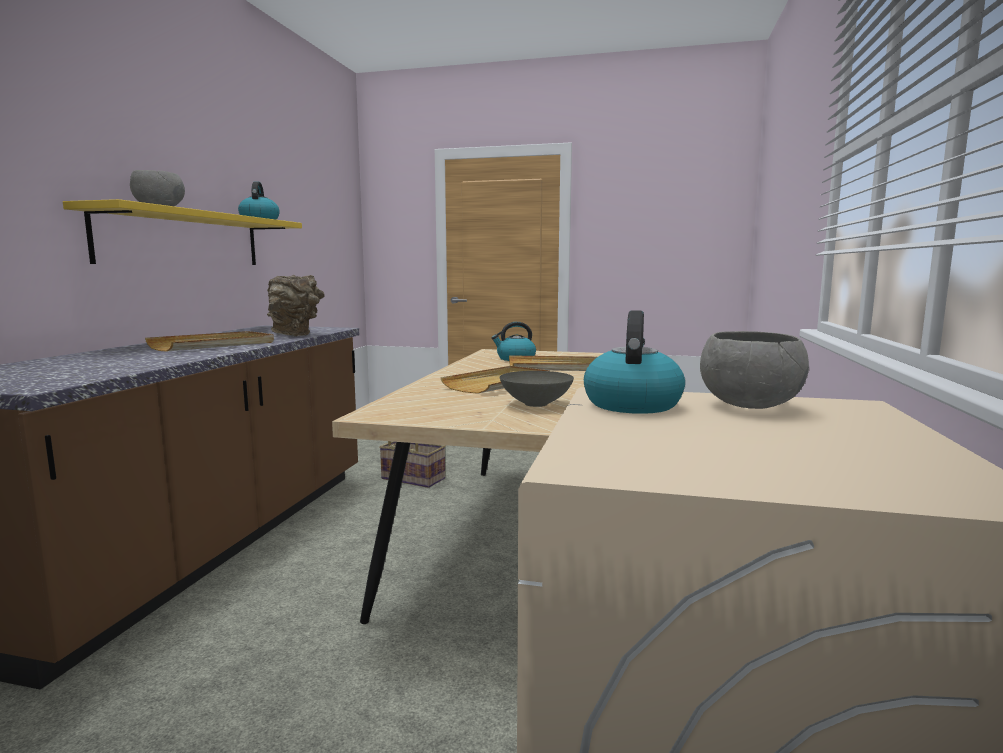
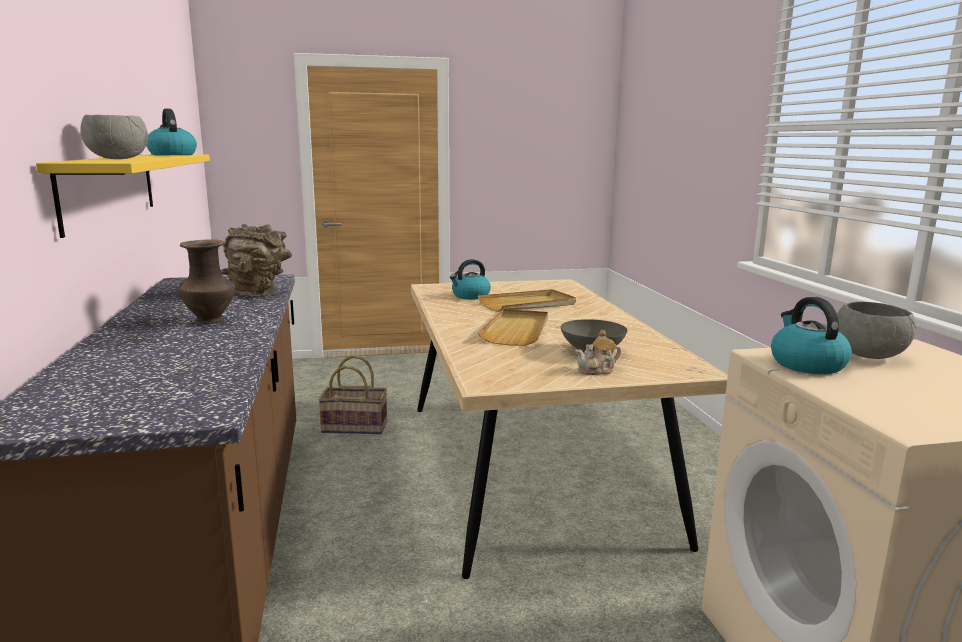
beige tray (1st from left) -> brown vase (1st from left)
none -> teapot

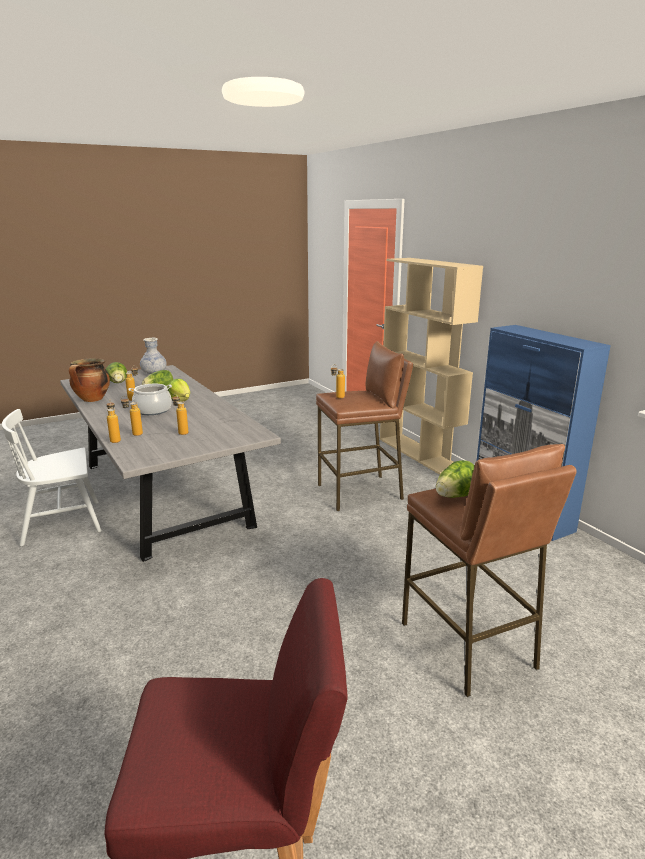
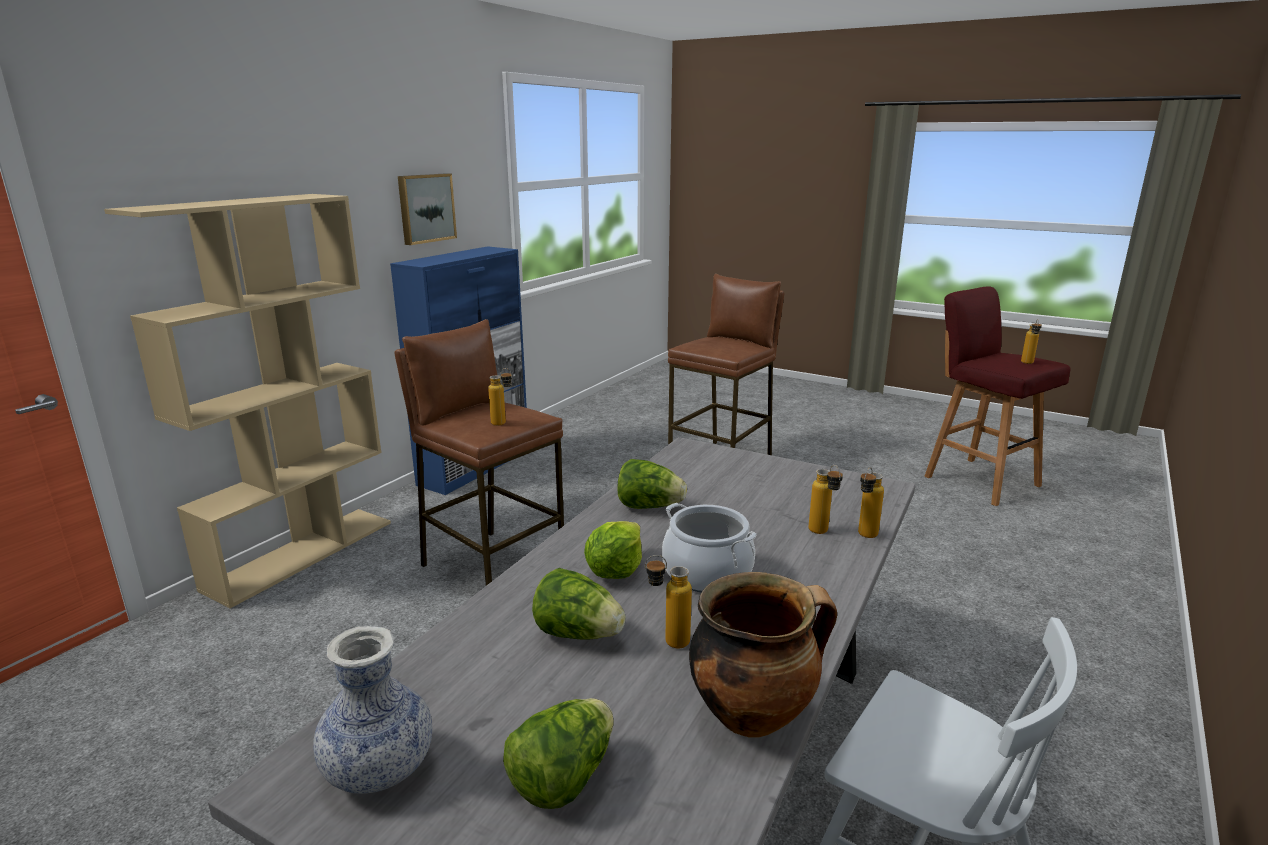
none -> picture
lettuce (4th from left), moved
bottle (4th from left in the first image) -> bottle (5th from left), moved

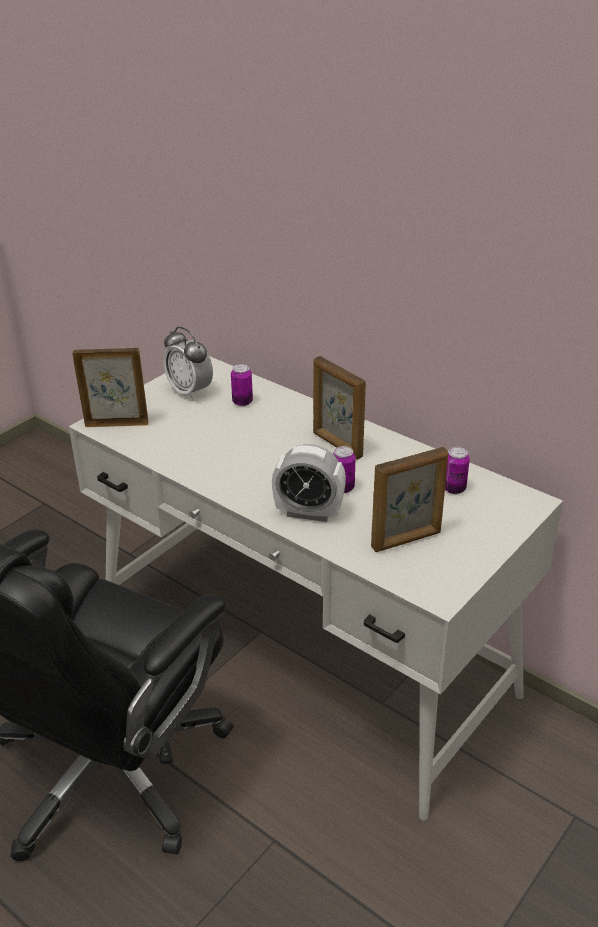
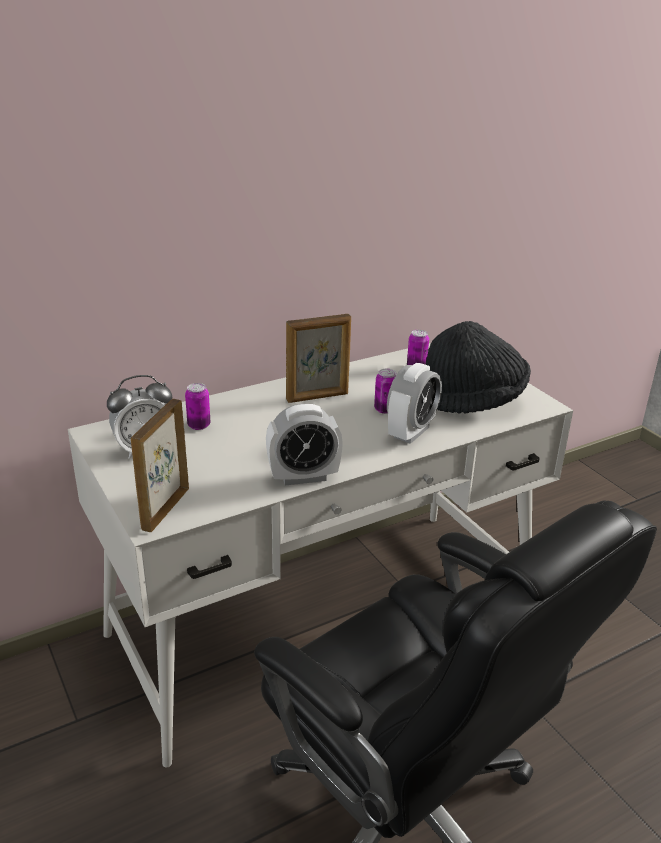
none -> alarm clock (2nd from left)
picture frame (3rd from left) -> black hat

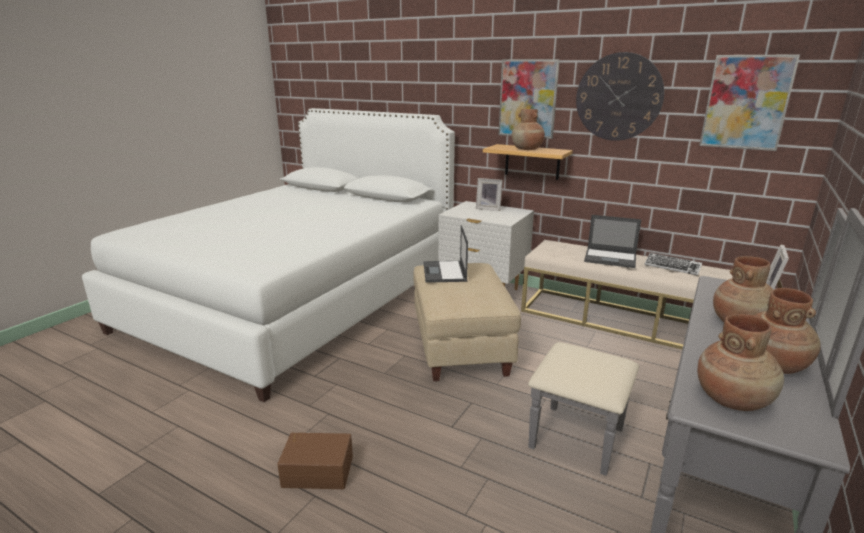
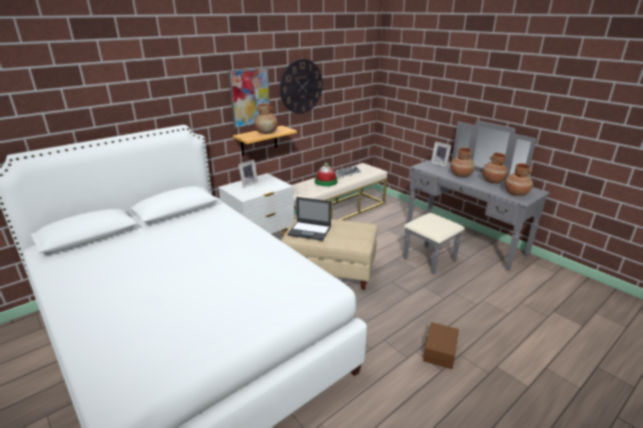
laptop (2nd from left) -> hat
picture (2nd from left) -> none

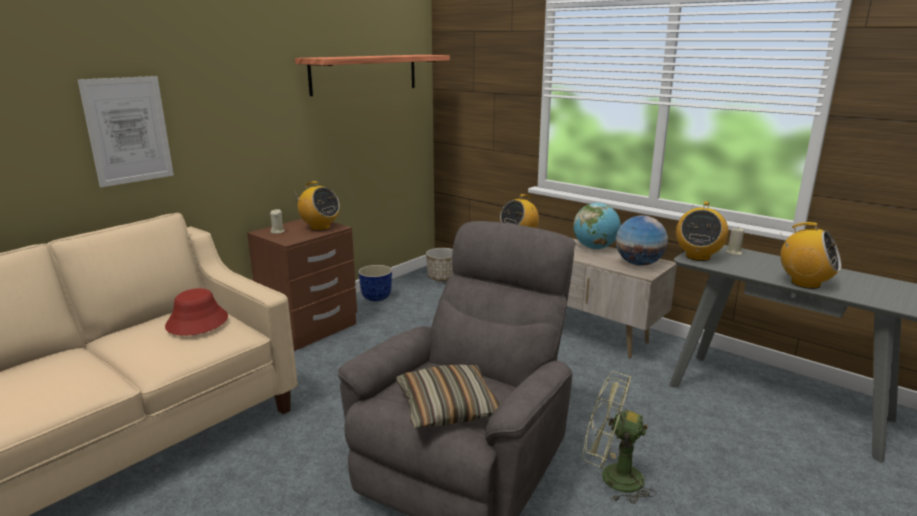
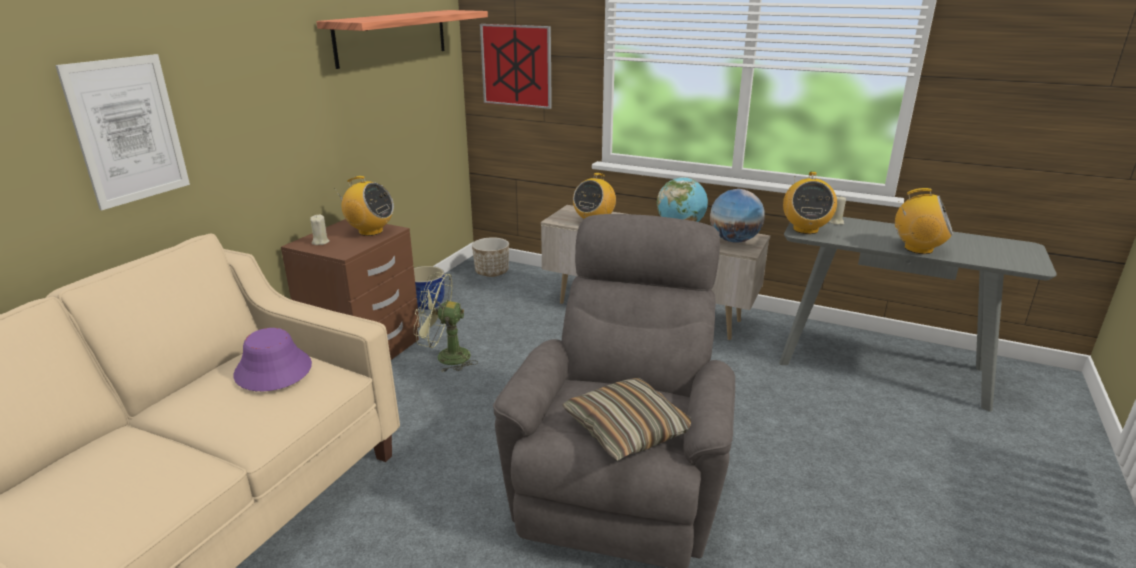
red hat -> purple hat
green fan, moved
none -> picture (2nd from left)

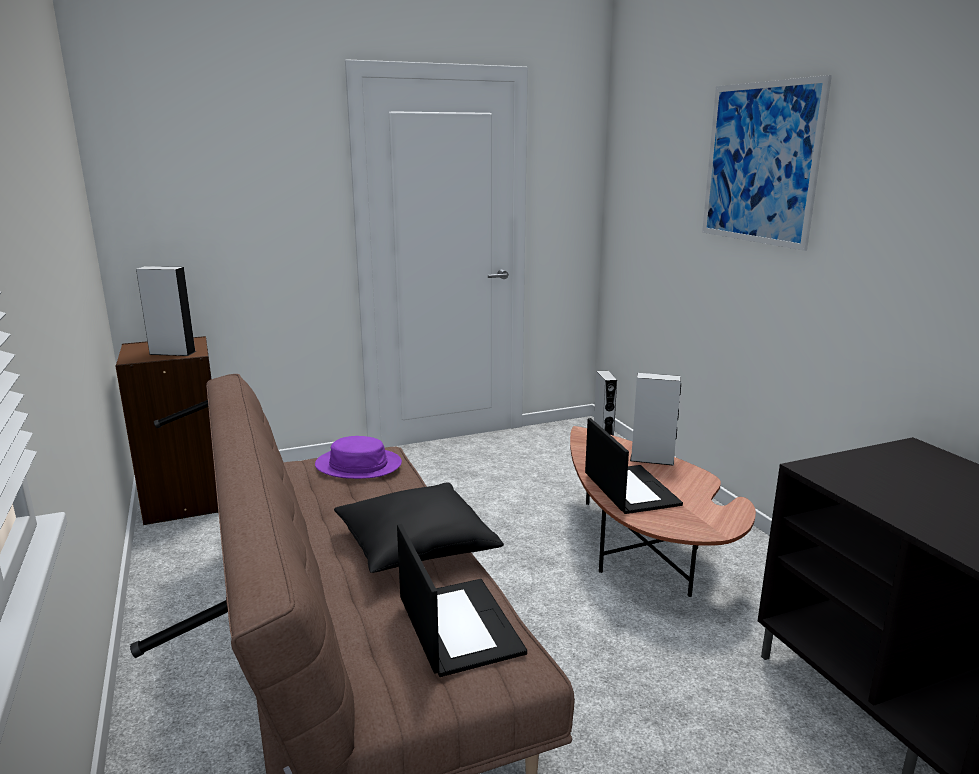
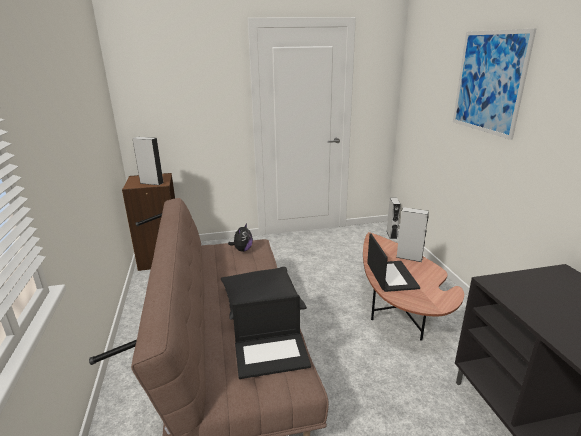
purple hat -> plush toy
laptop (1st from left), 90 degrees clockwise

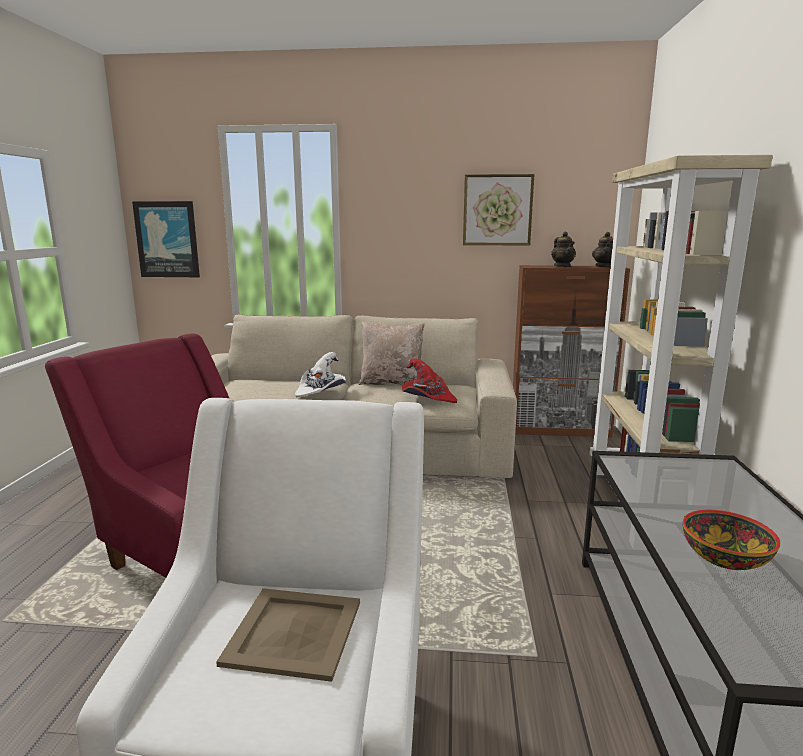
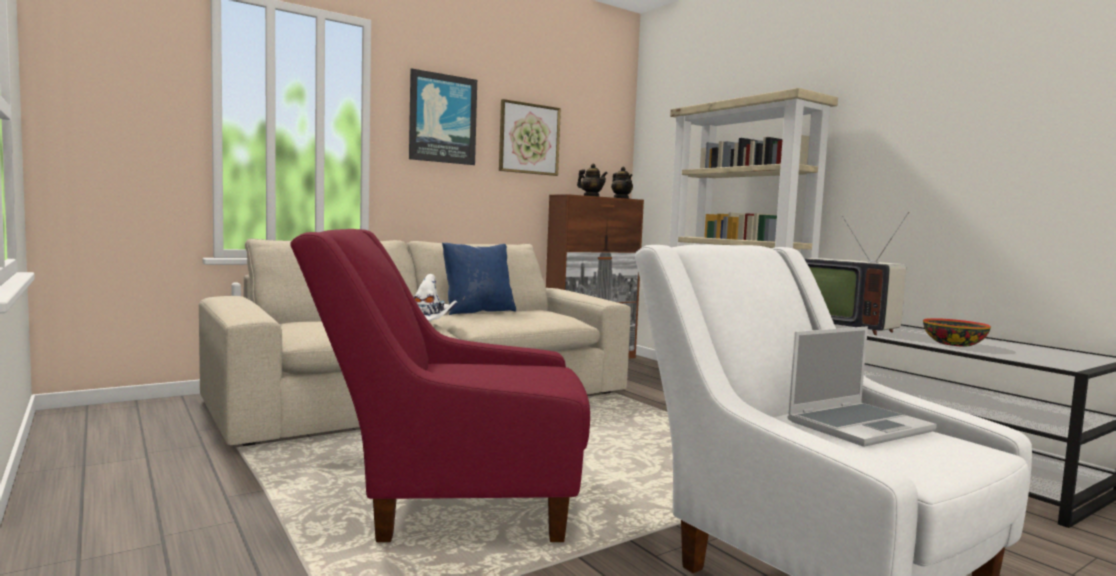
picture (1st from left), moved
beige pillow -> blue pillow
beige tray -> laptop
none -> television
red hat -> none

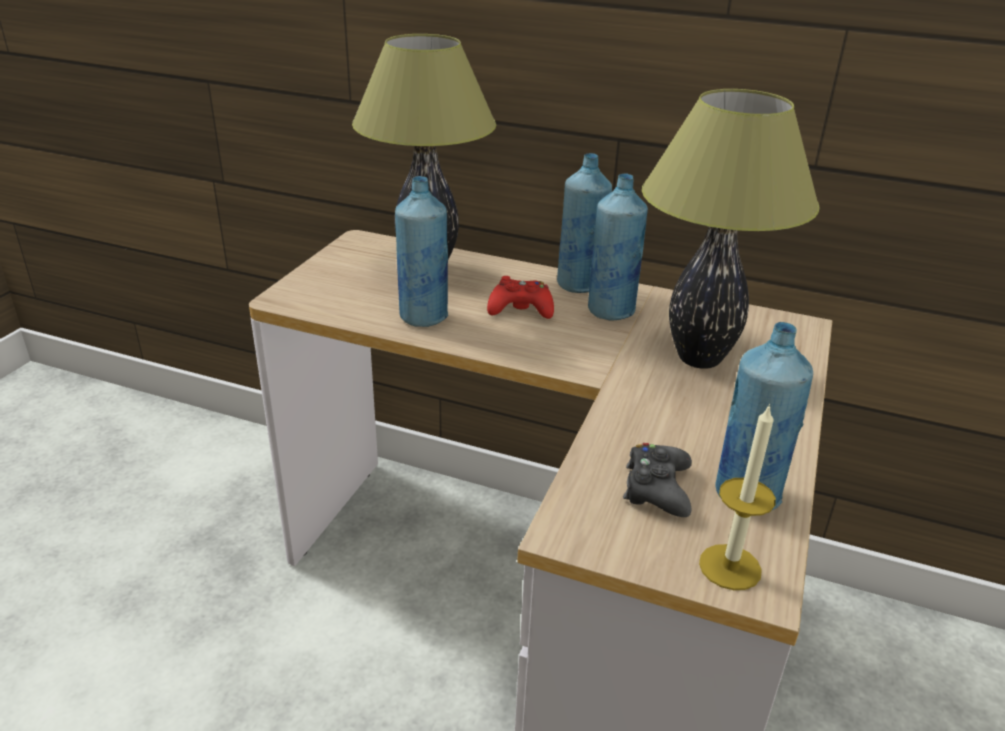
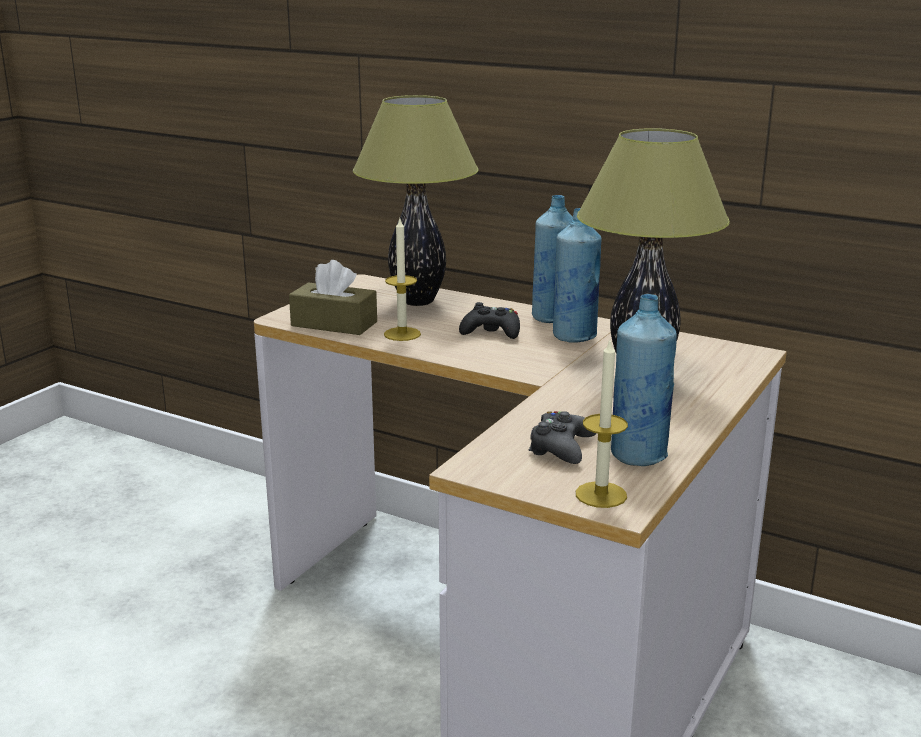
none -> brown tissue box
blue bottle (1st from left) -> candle (1st from left)
red game controller -> black game controller (1st from left)

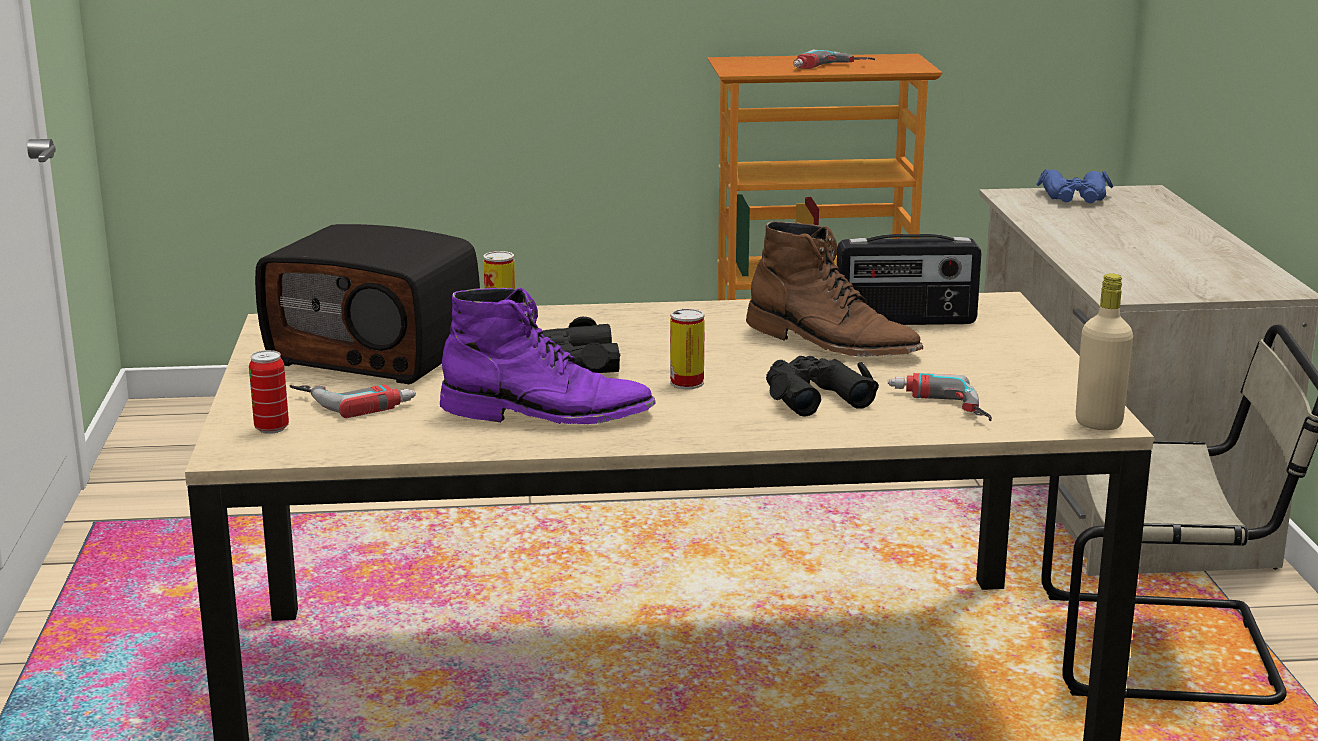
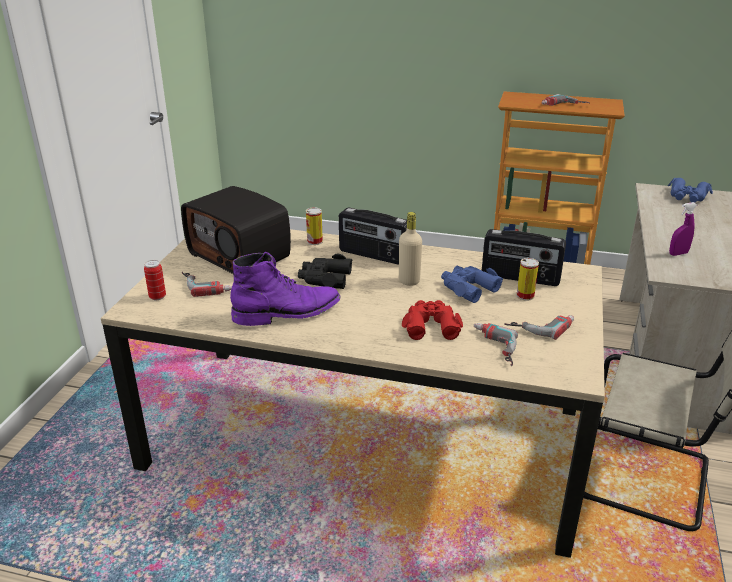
purple boot, 45 degrees counterclockwise
none -> radio (2nd from left)
beige bottle, moved
black binoculars (2nd from left) -> red binoculars
brown boot -> blue binoculars (1st from left)
none -> power drill (3rd from left)
can (3rd from left), moved
none -> purple spray bottle

